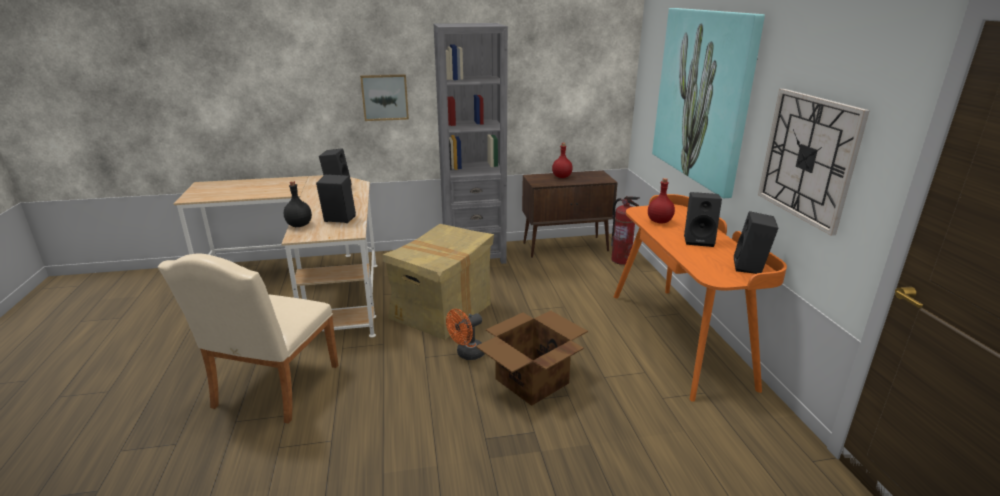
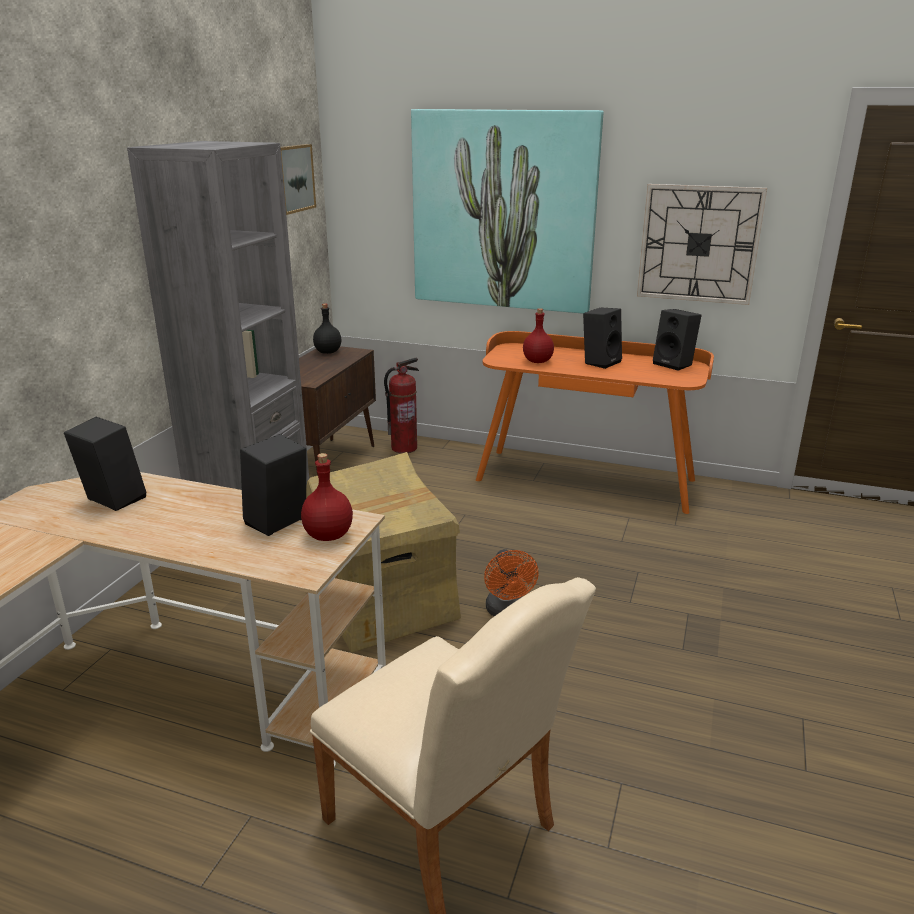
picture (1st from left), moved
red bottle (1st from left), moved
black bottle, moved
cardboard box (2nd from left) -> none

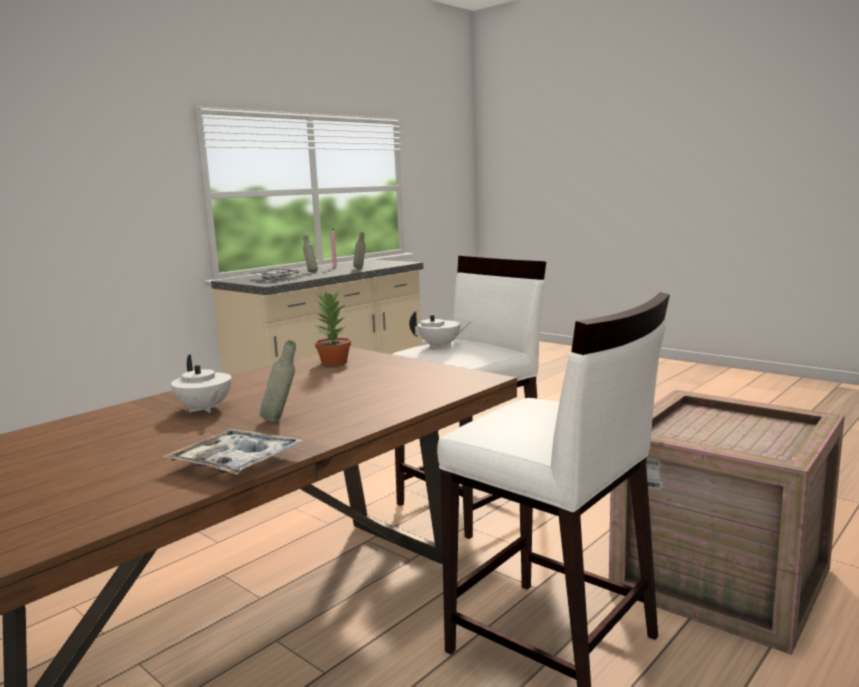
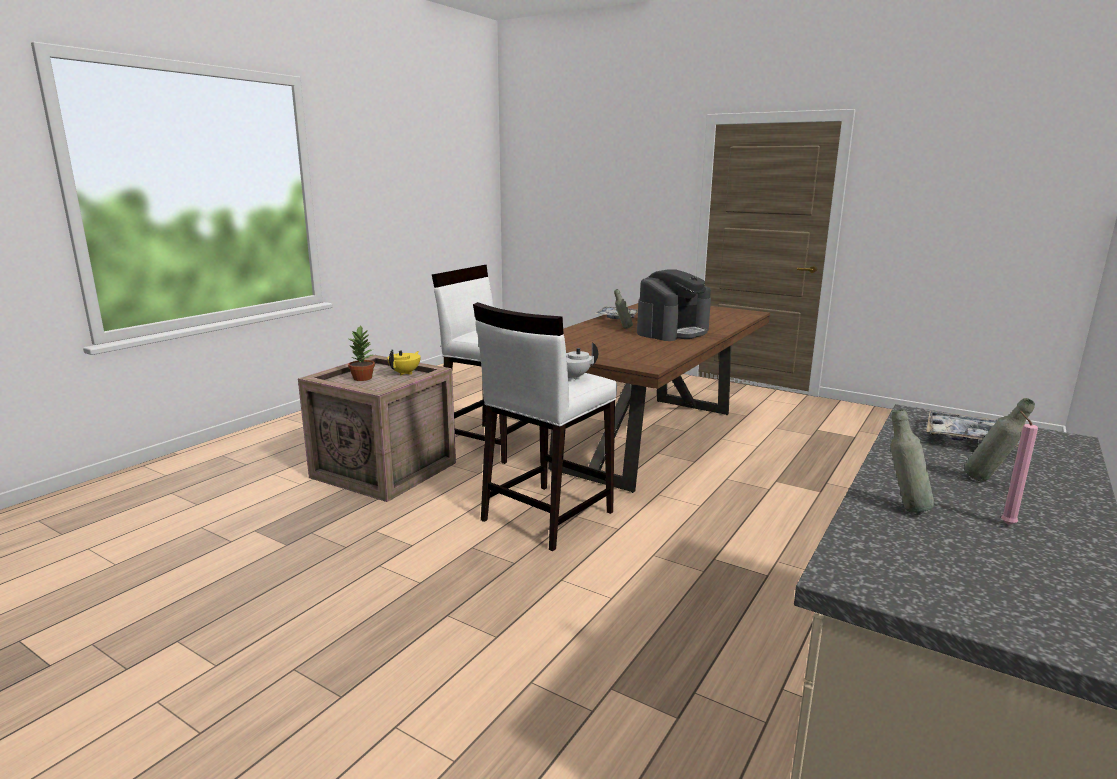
potted plant, moved
none -> yellow teapot
white teapot (1st from left) -> coffee machine

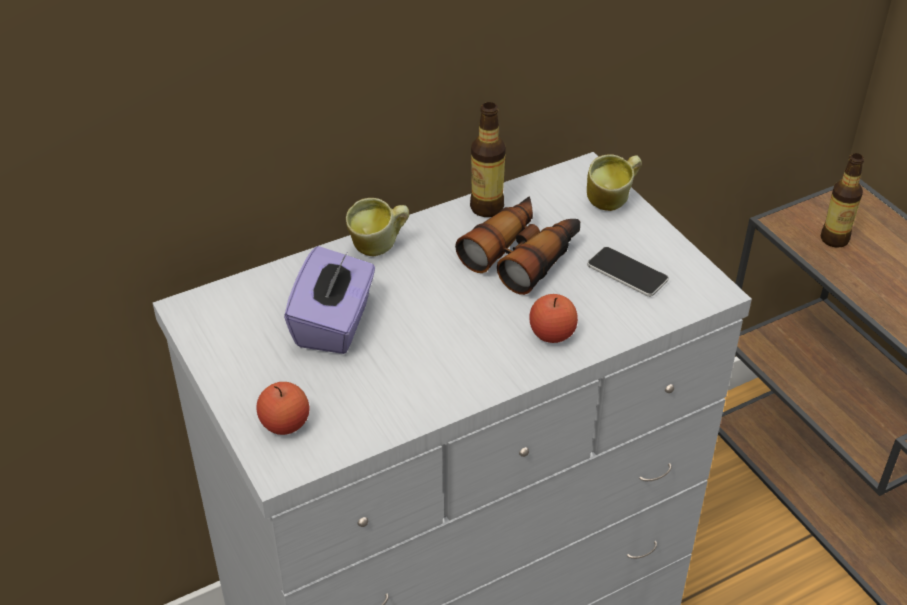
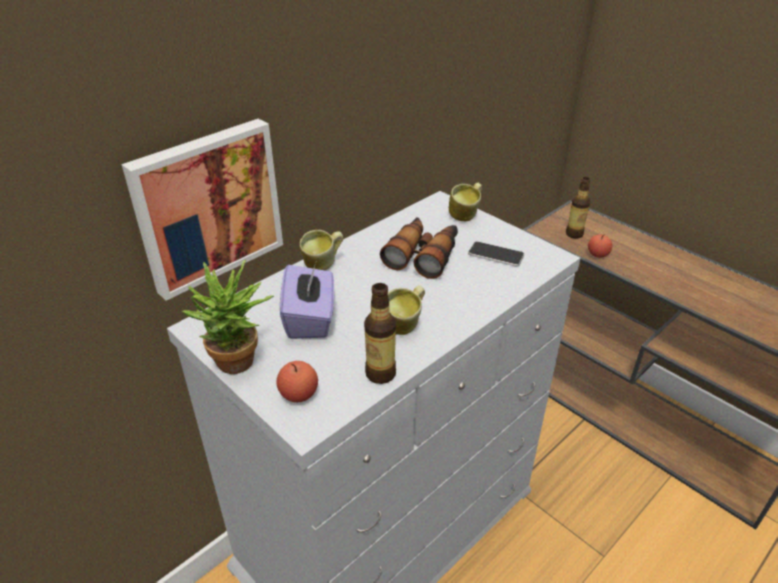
none -> picture
none -> potted plant
bottle (1st from left), moved
none -> mug (2nd from left)
apple (2nd from left), moved

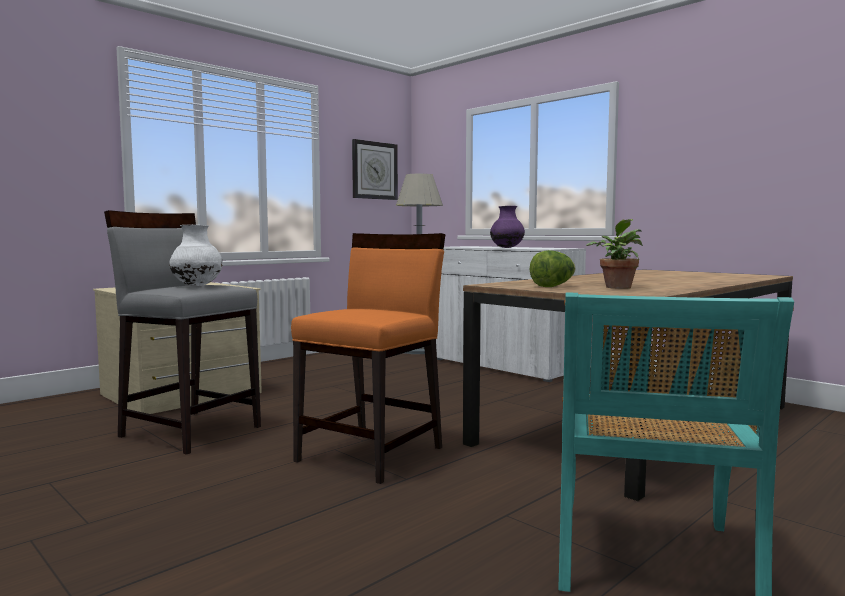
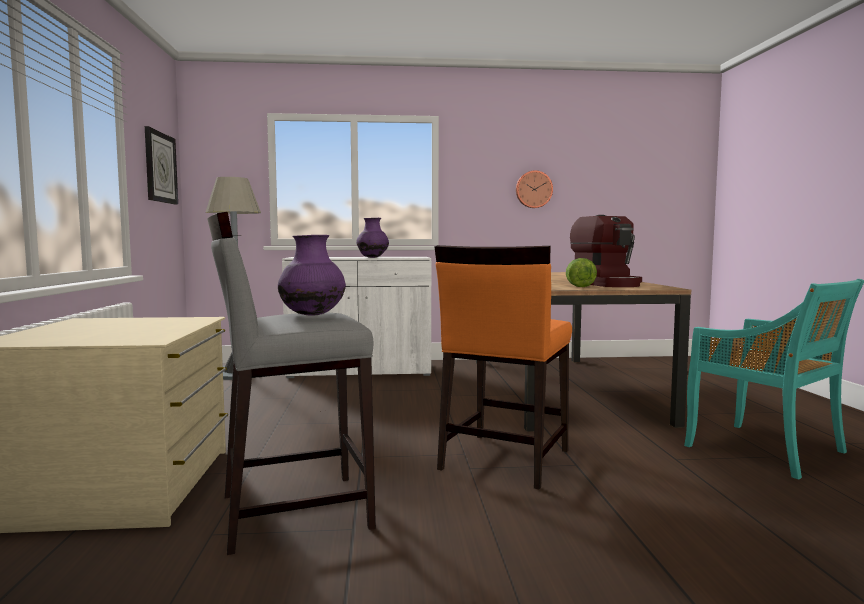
white vase -> purple vase (1st from left)
orange chair, 135 degrees counterclockwise
none -> wall clock (2nd from left)
potted plant -> coffee machine

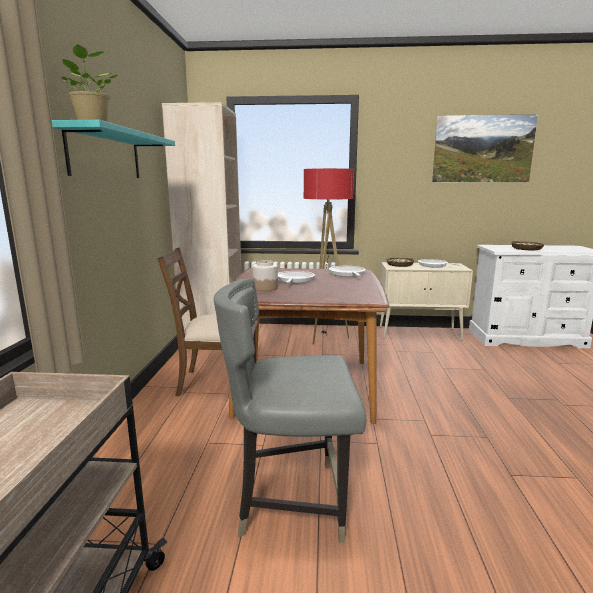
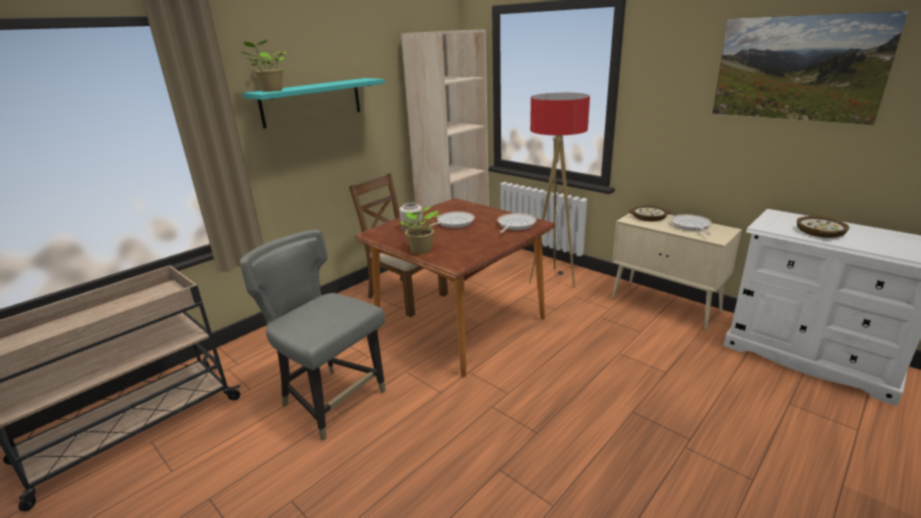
none -> potted plant (2nd from left)

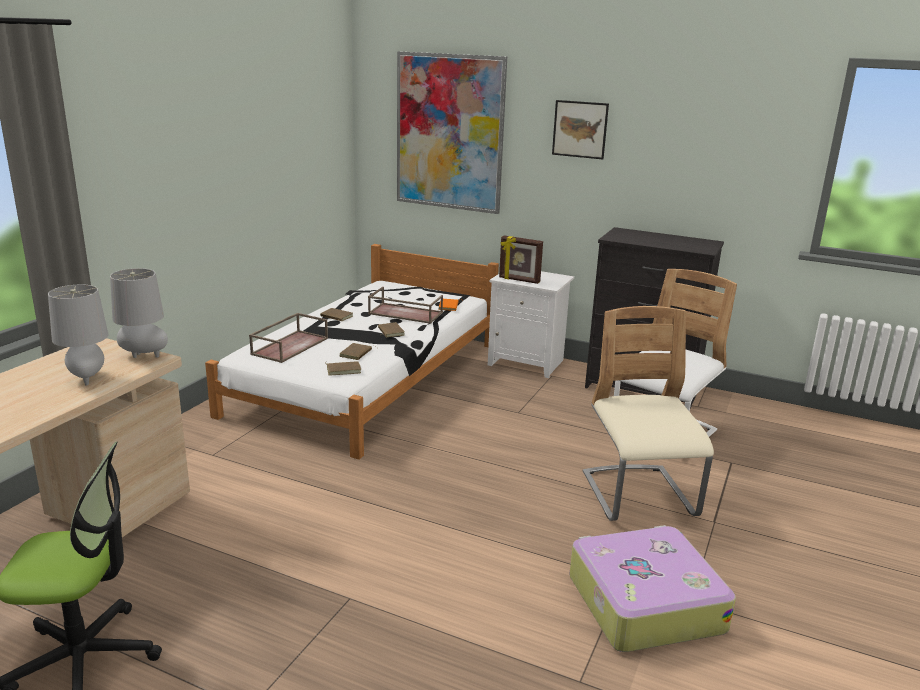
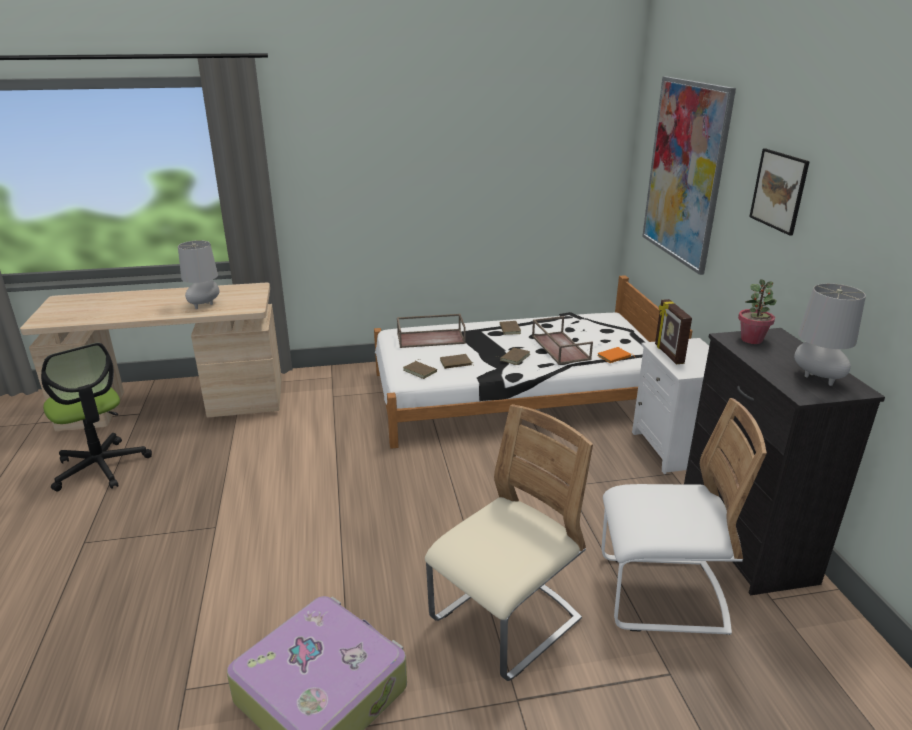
none -> potted plant
grey table lamp (2nd from left), moved

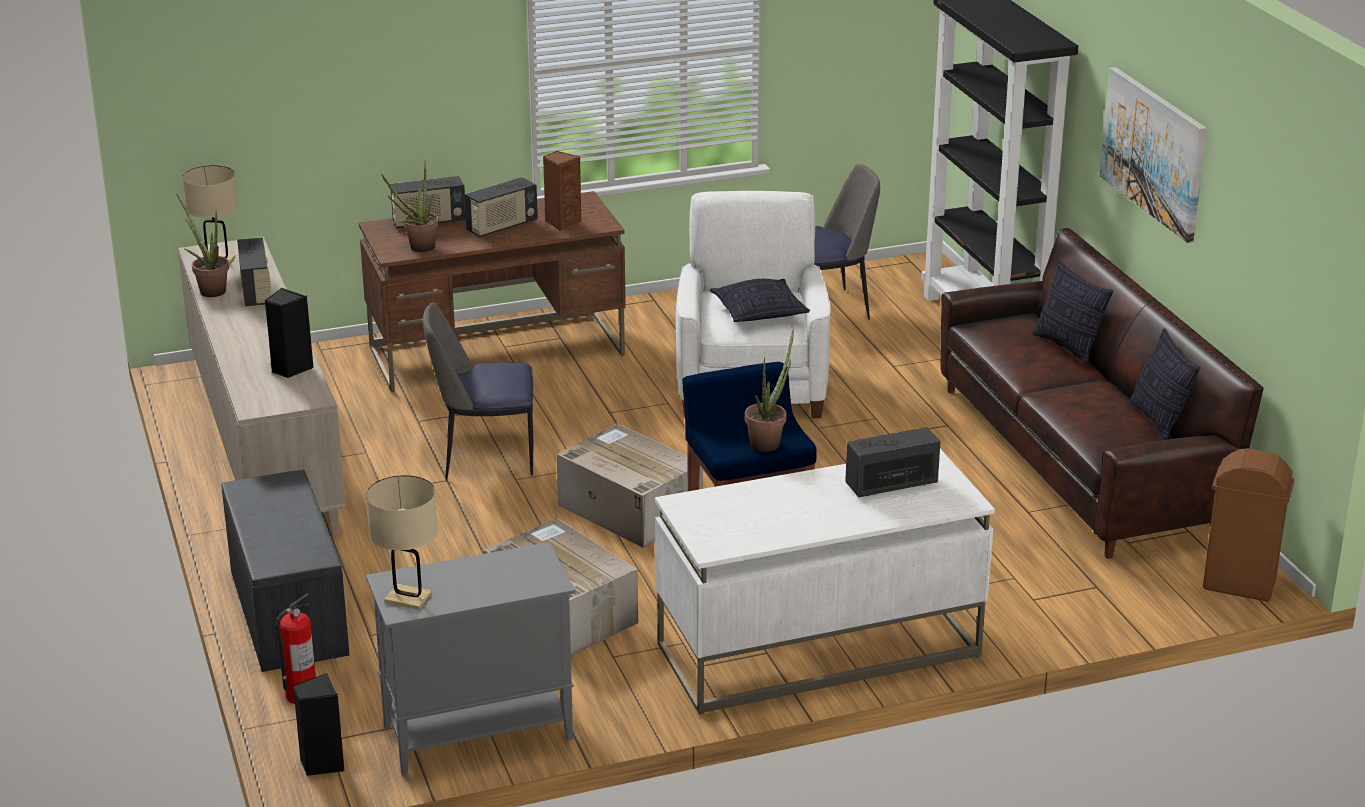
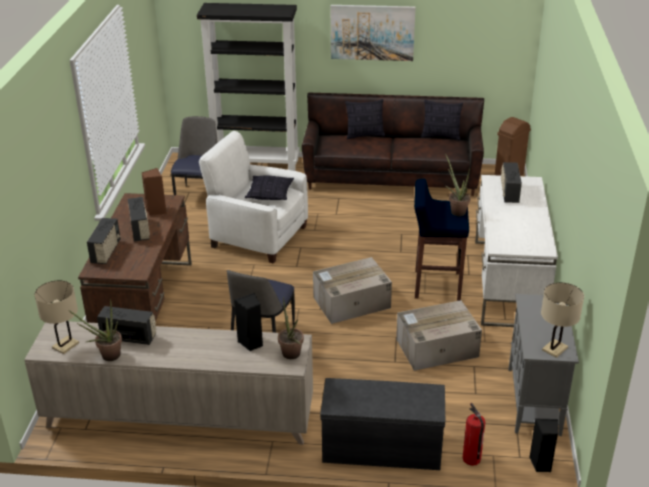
potted plant (2nd from left), moved

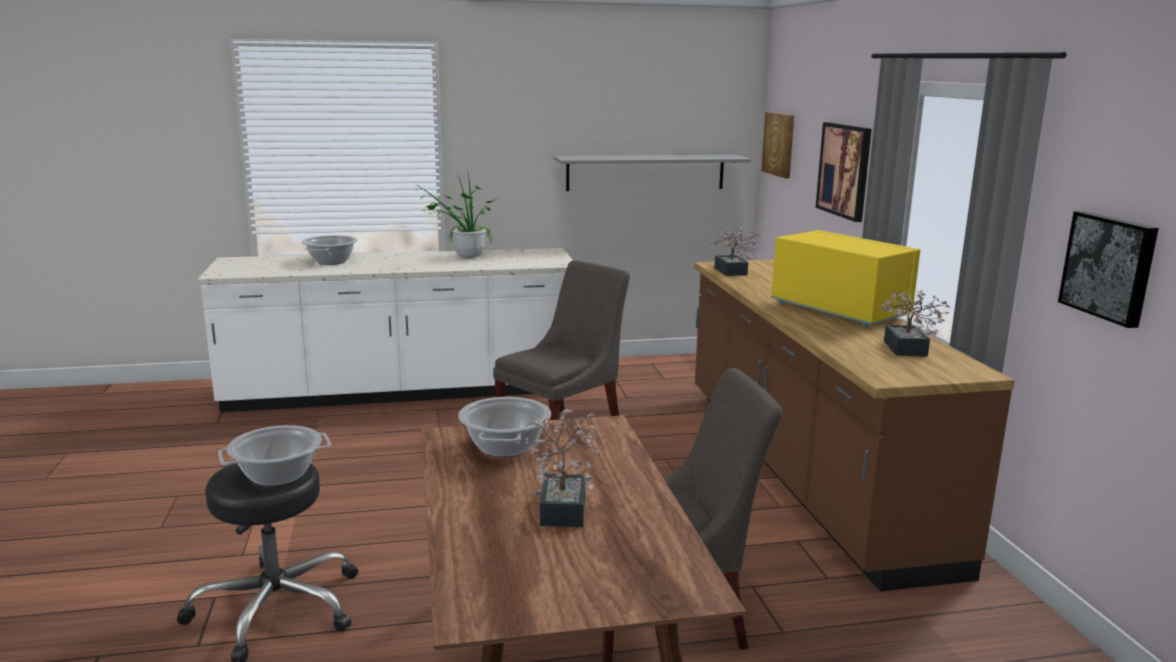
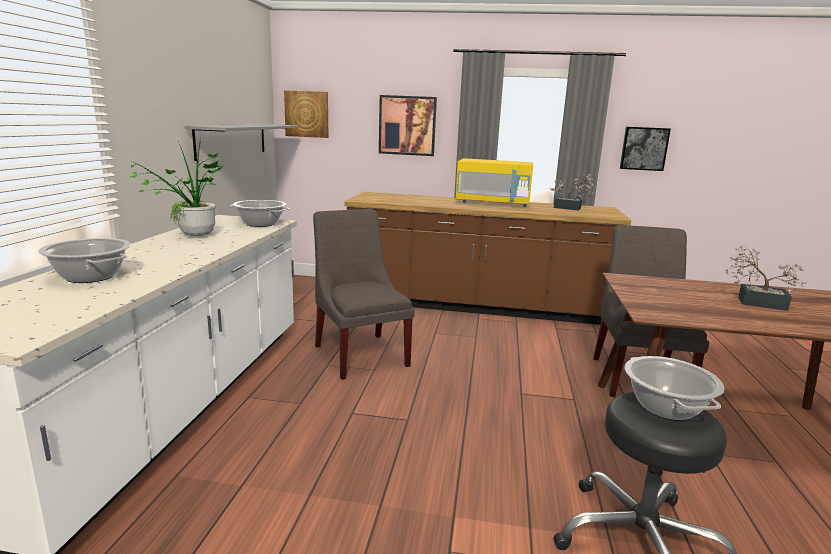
cooking pot (3rd from left in the first image) -> cooking pot (2nd from left), moved
yellow microwave, 150 degrees counterclockwise
potted plant (3rd from left) -> none

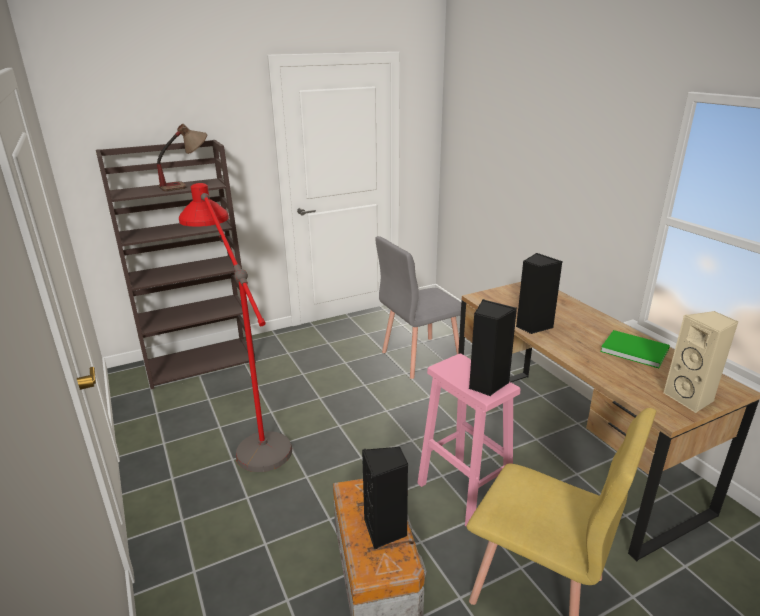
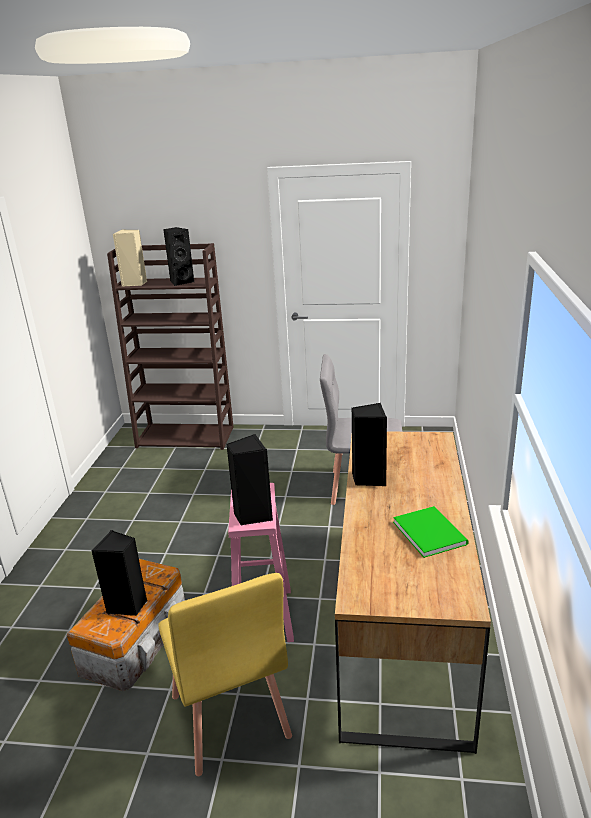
beige speaker, moved
table lamp -> black speaker (2nd from left)
red floor lamp -> none

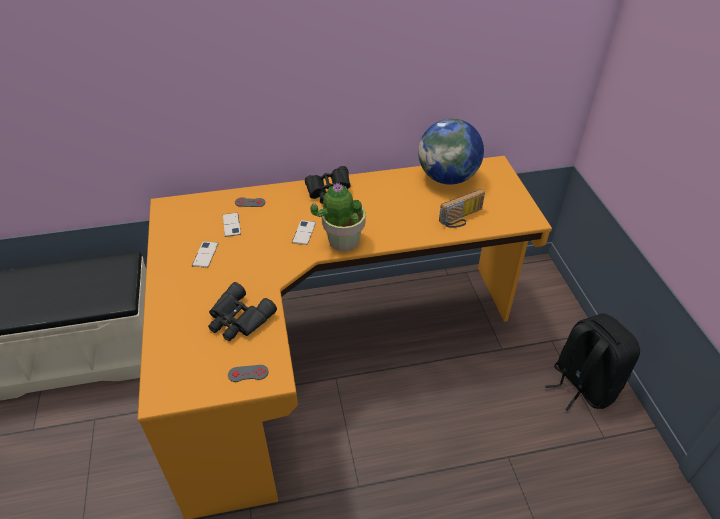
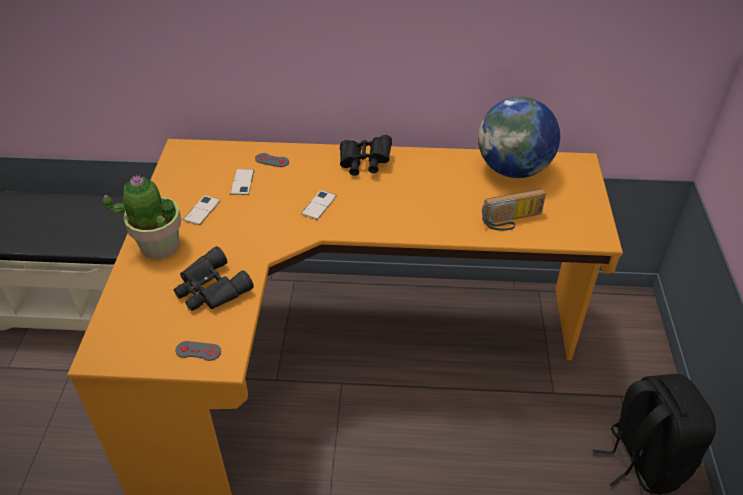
potted plant, moved

